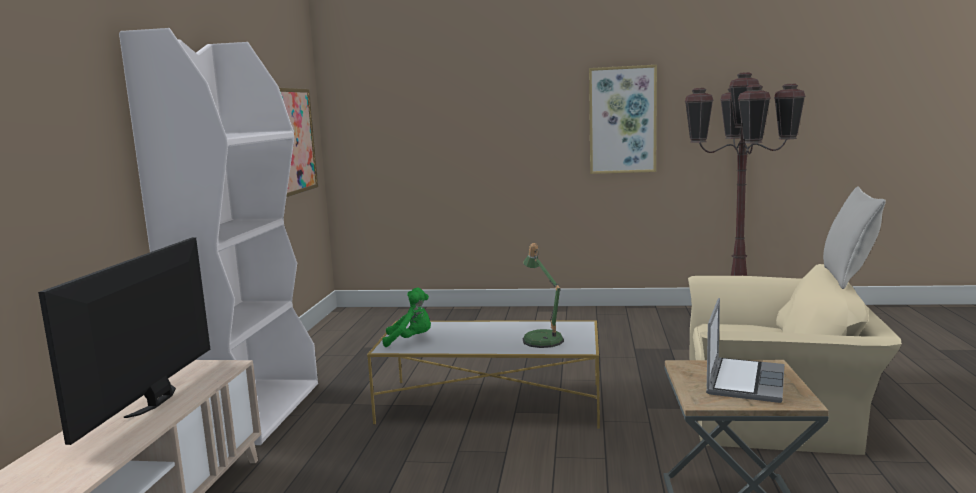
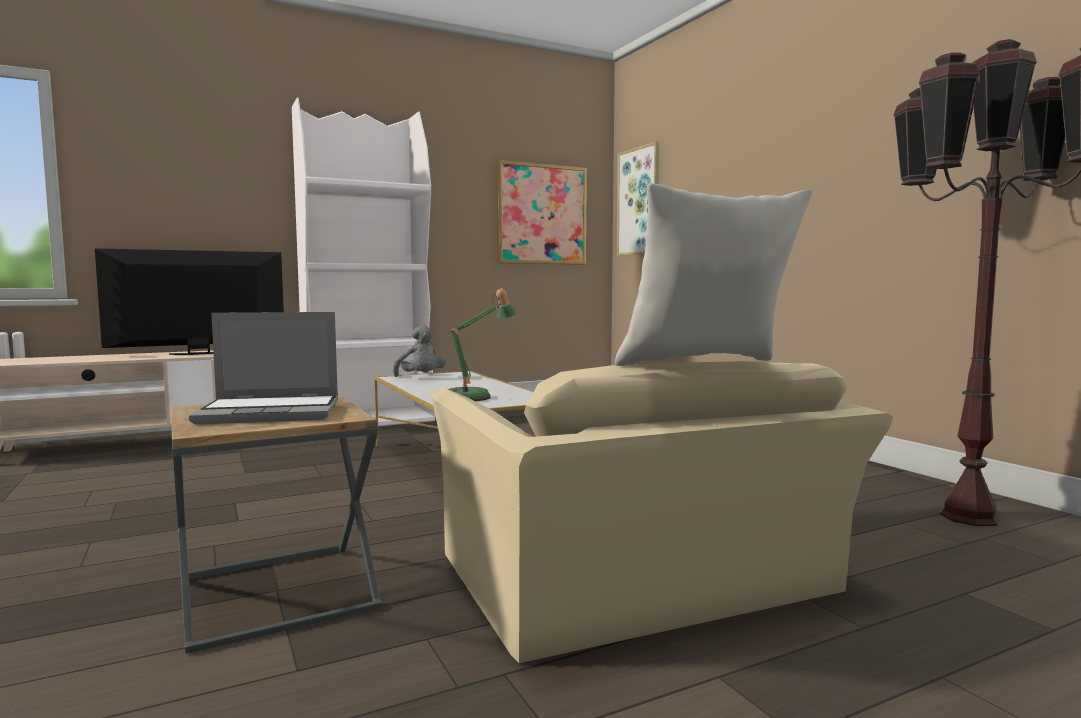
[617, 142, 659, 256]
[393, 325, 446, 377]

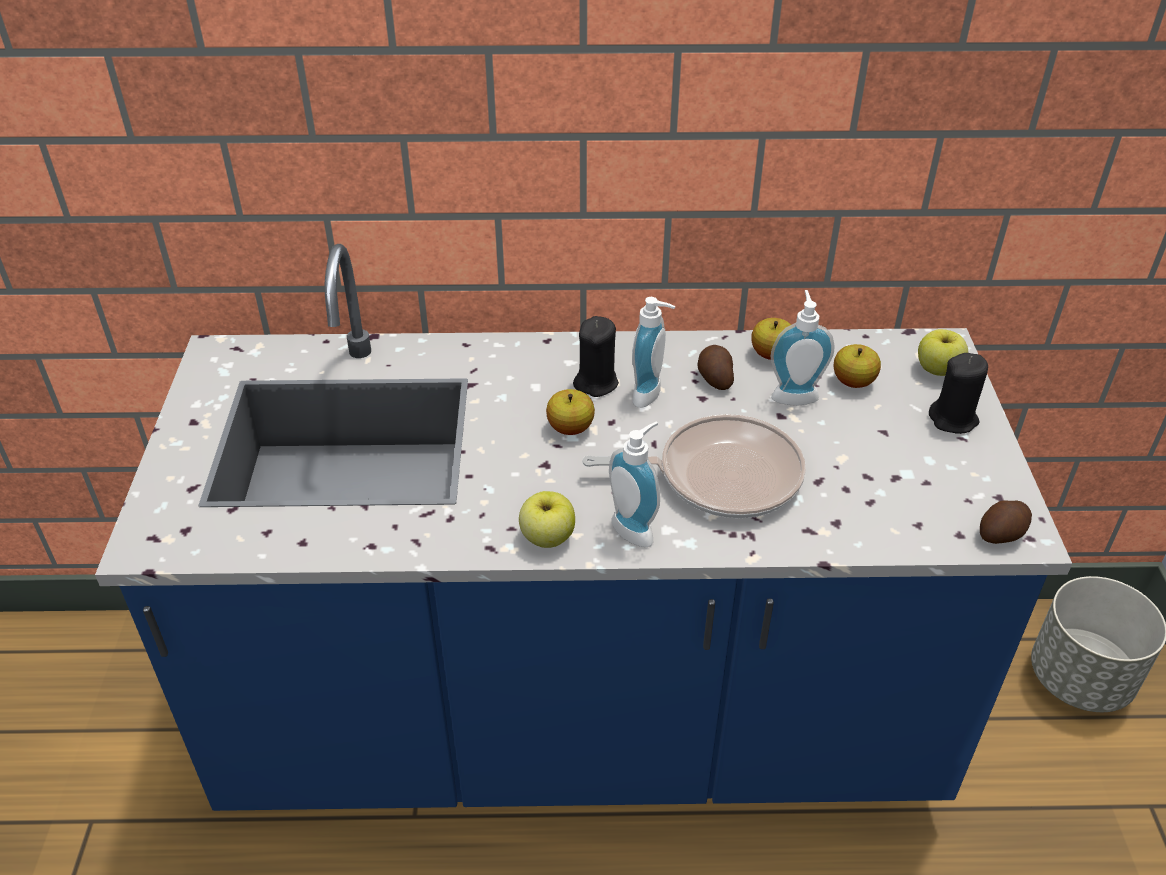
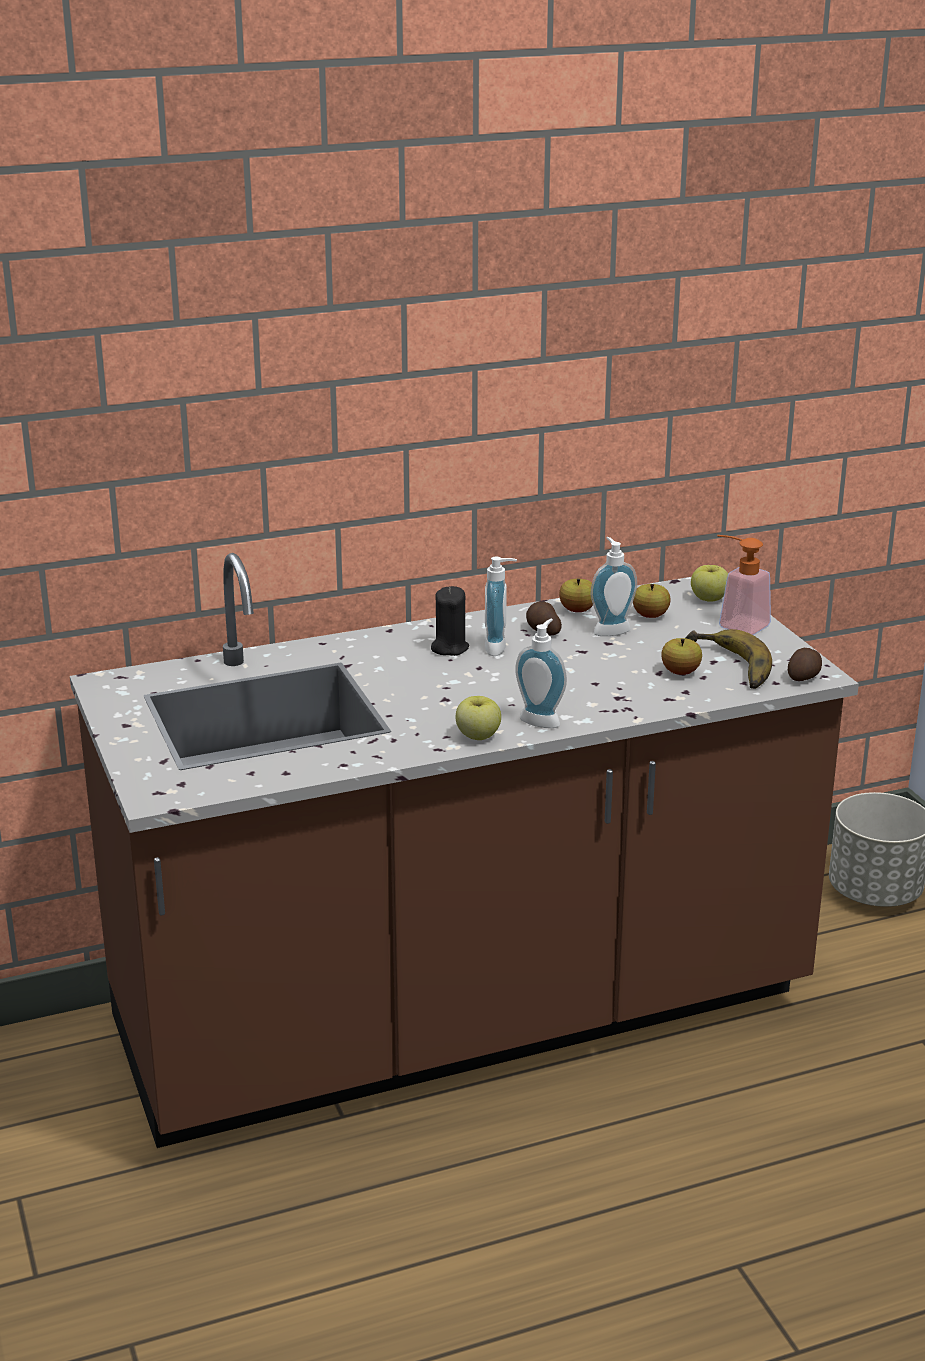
[582, 414, 806, 518] (first image)
[685, 629, 772, 689]
[662, 638, 702, 675]
[717, 535, 771, 635]
[70, 553, 859, 1148]

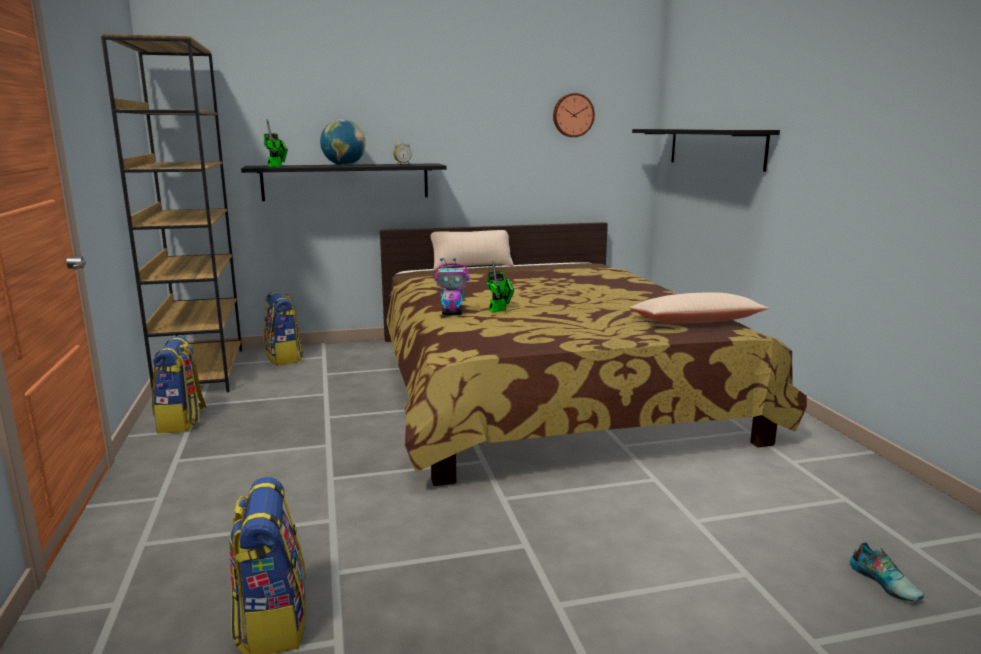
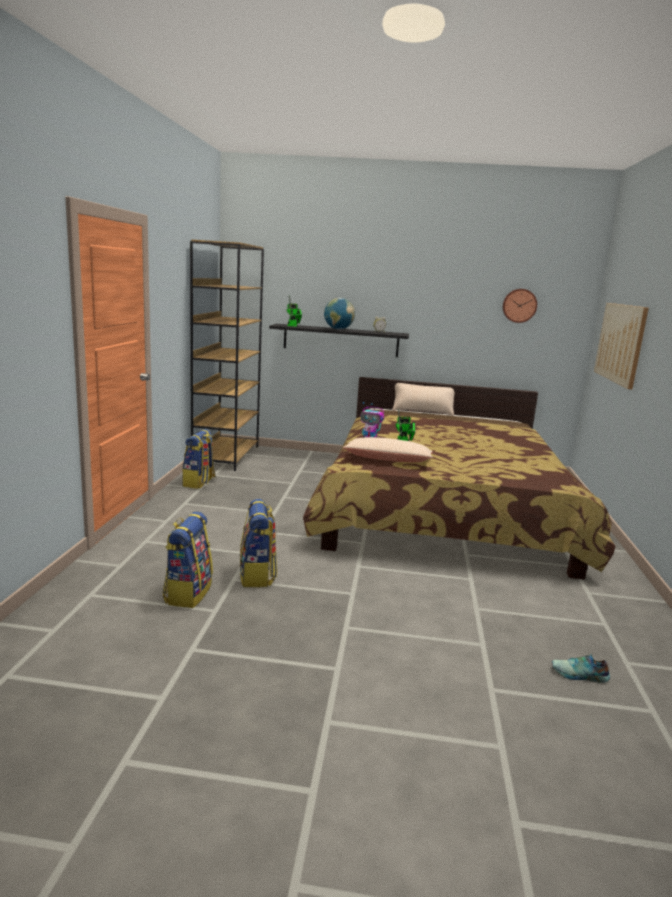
[240, 499, 277, 587]
[343, 437, 433, 462]
[594, 303, 649, 389]
[552, 654, 610, 683]

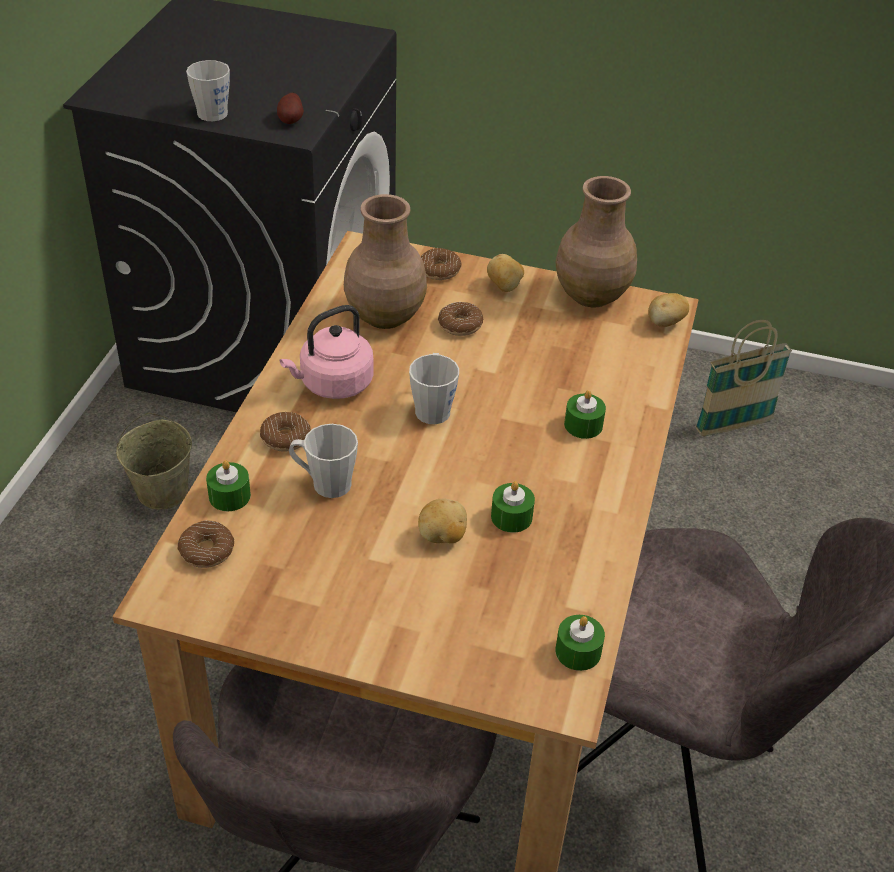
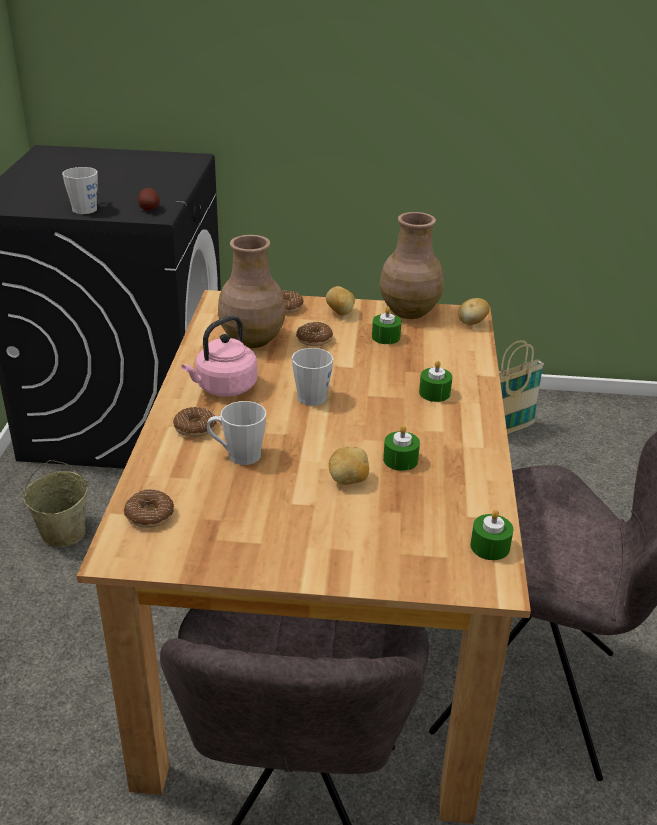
[372, 307, 401, 344]

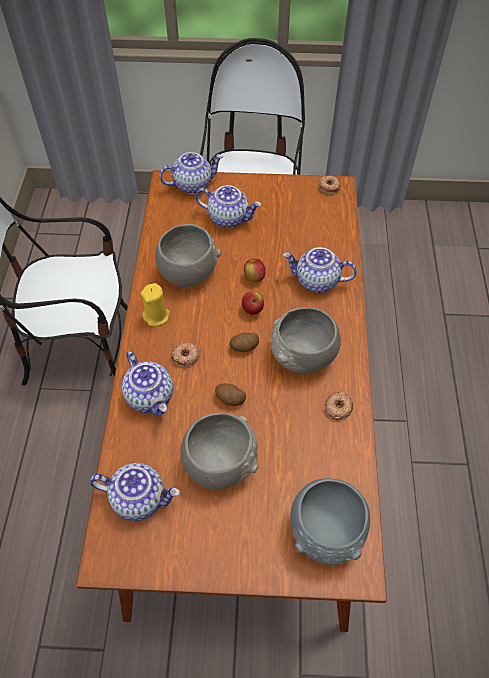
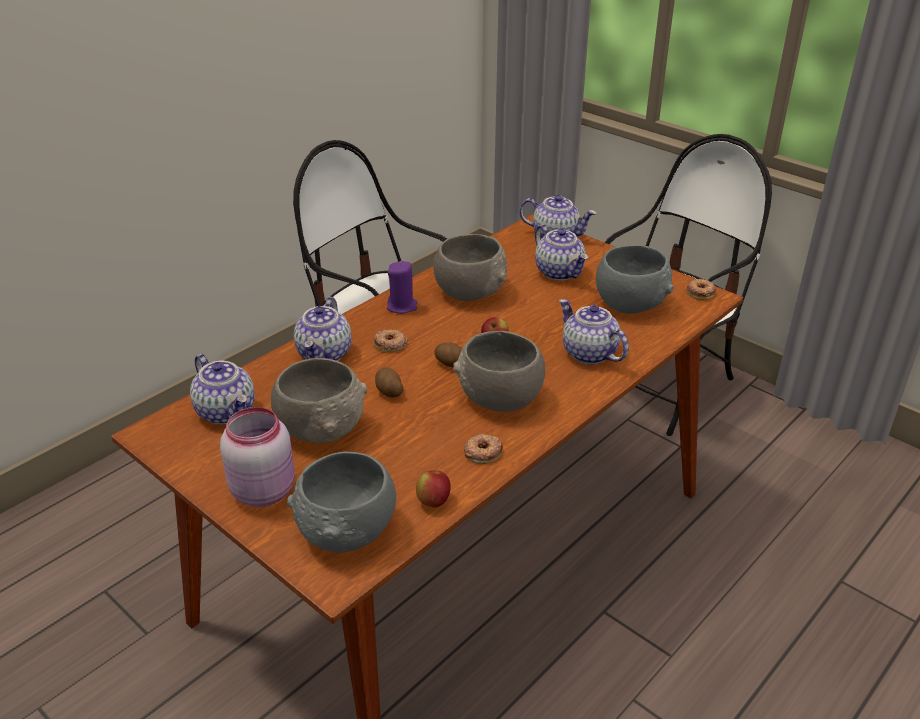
[220, 407, 295, 507]
[596, 245, 674, 314]
[416, 470, 451, 507]
[387, 261, 417, 314]

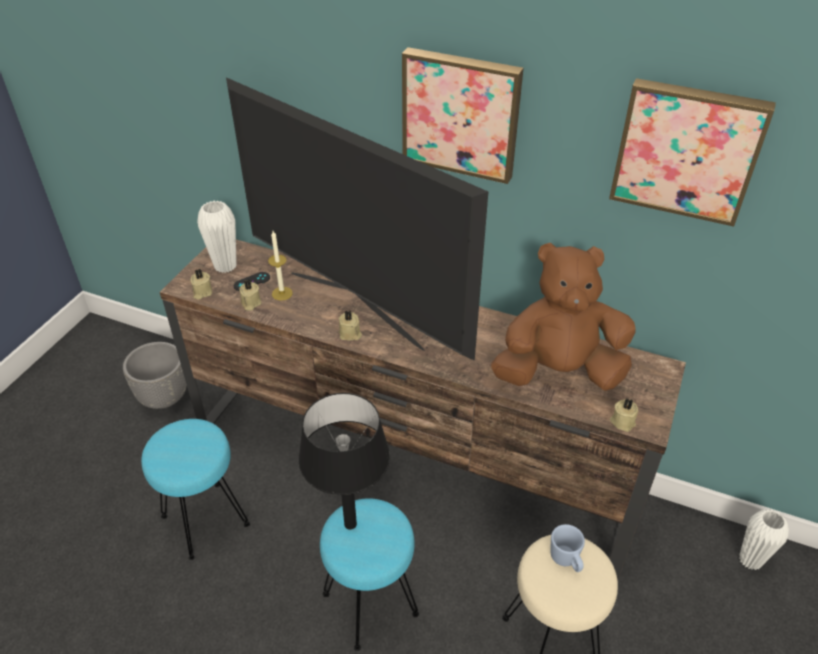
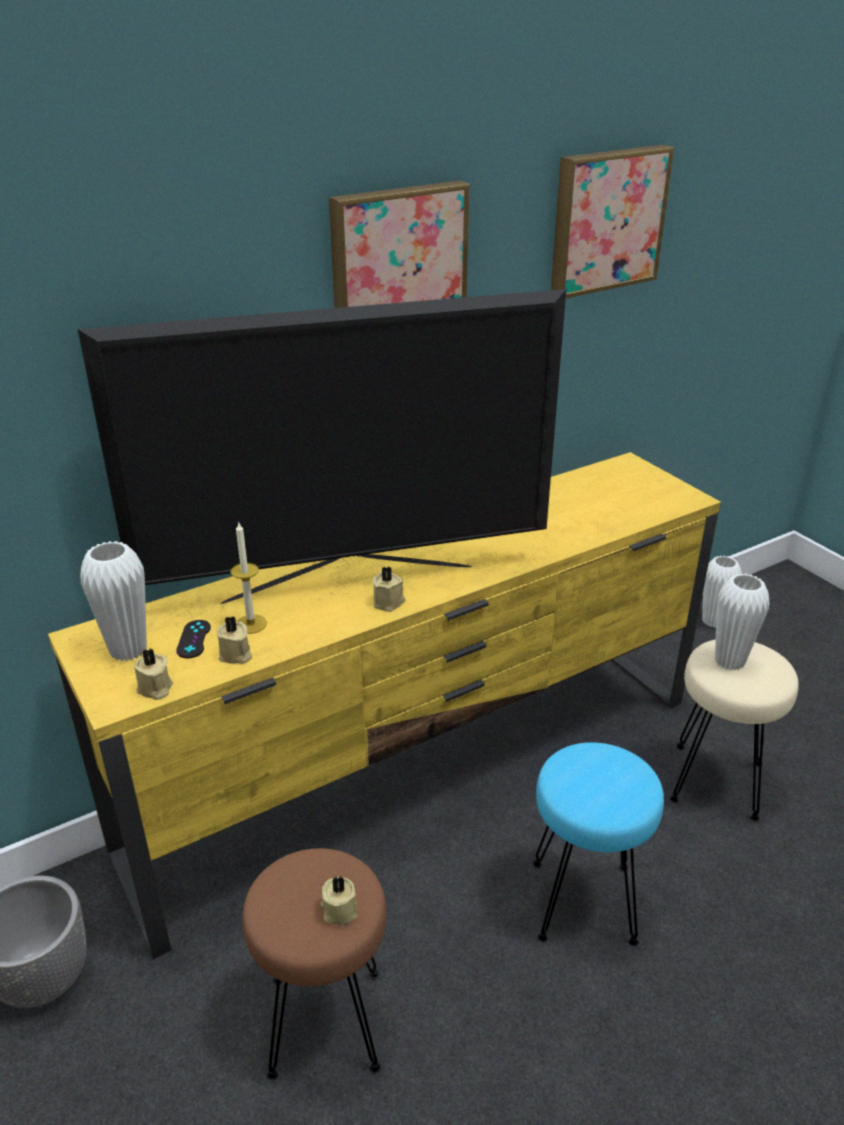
[298, 393, 390, 530] (first image)
[491, 243, 636, 391] (first image)
[321, 876, 358, 925]
[715, 574, 770, 670]
[242, 848, 387, 1080]
[48, 452, 721, 959]

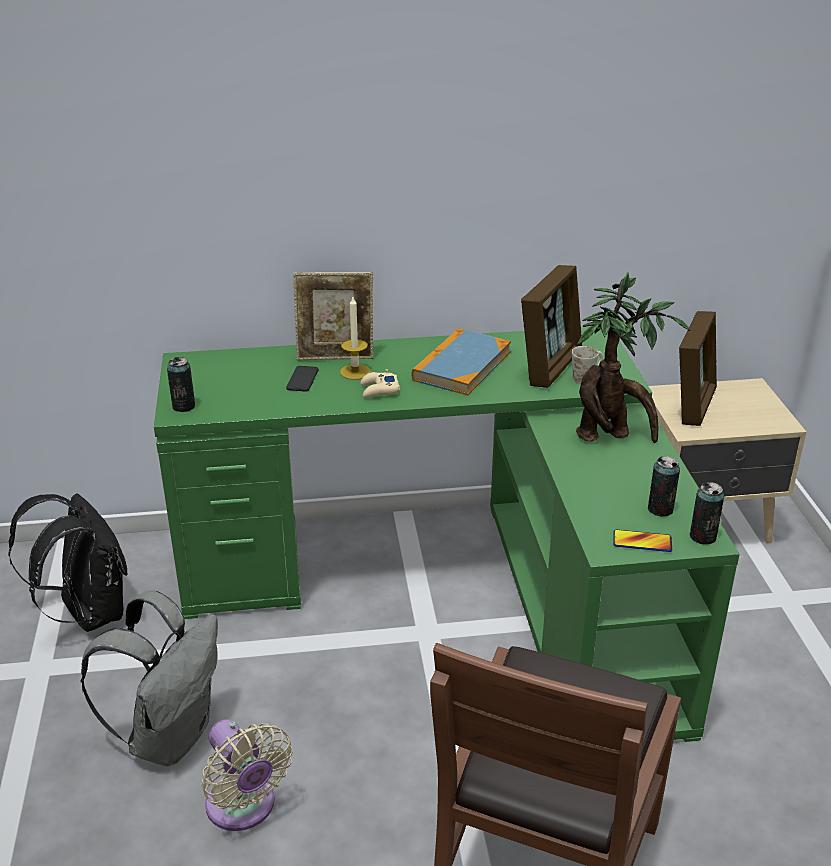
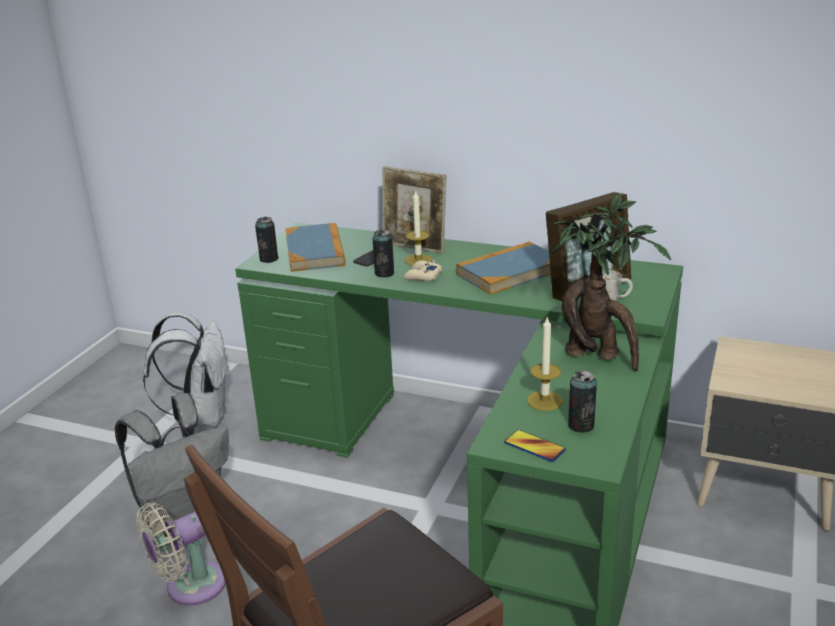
[679, 311, 717, 426] (first image)
[285, 223, 346, 272]
[527, 316, 563, 411]
[372, 229, 394, 278]
[143, 312, 230, 427]
[136, 503, 226, 606]

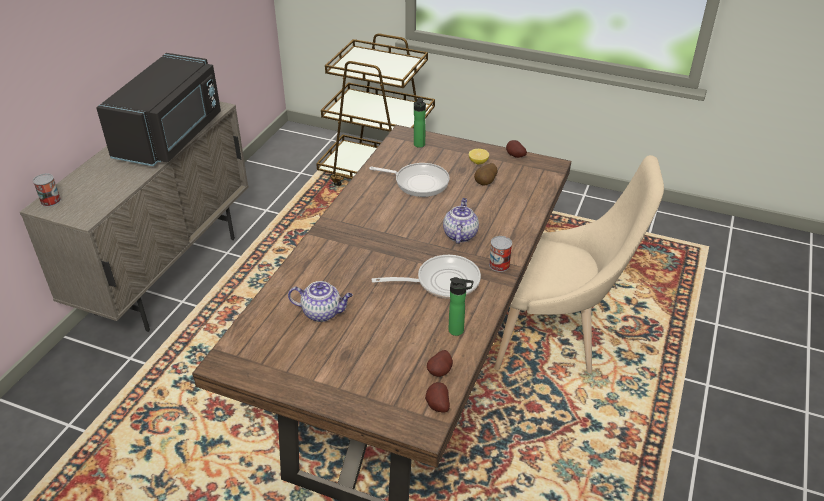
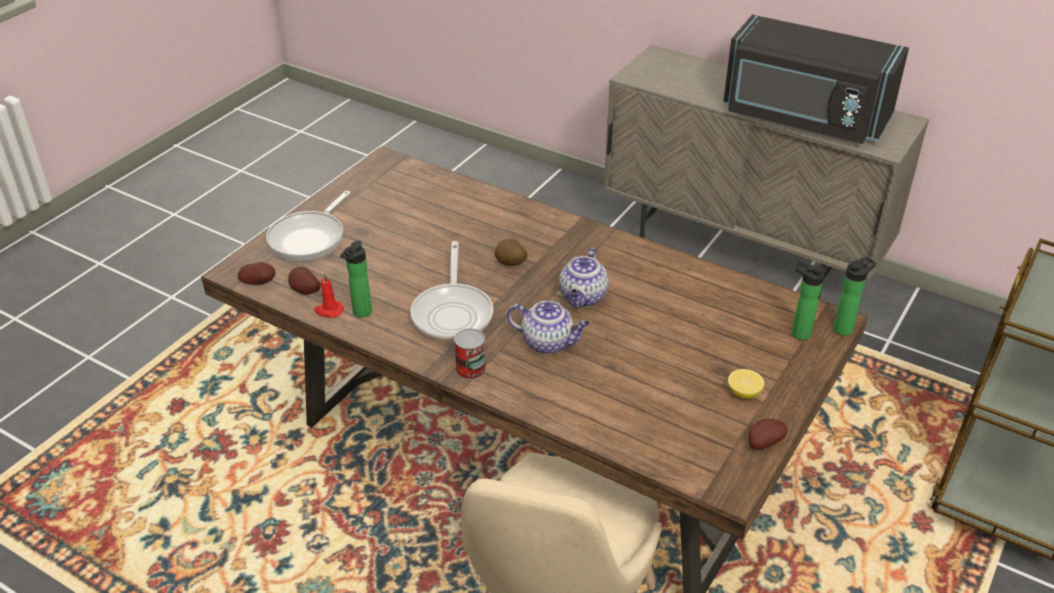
[33, 174, 61, 207] (first image)
[314, 272, 344, 318]
[833, 257, 876, 336]
[559, 248, 609, 308]
[266, 191, 350, 261]
[495, 239, 528, 266]

